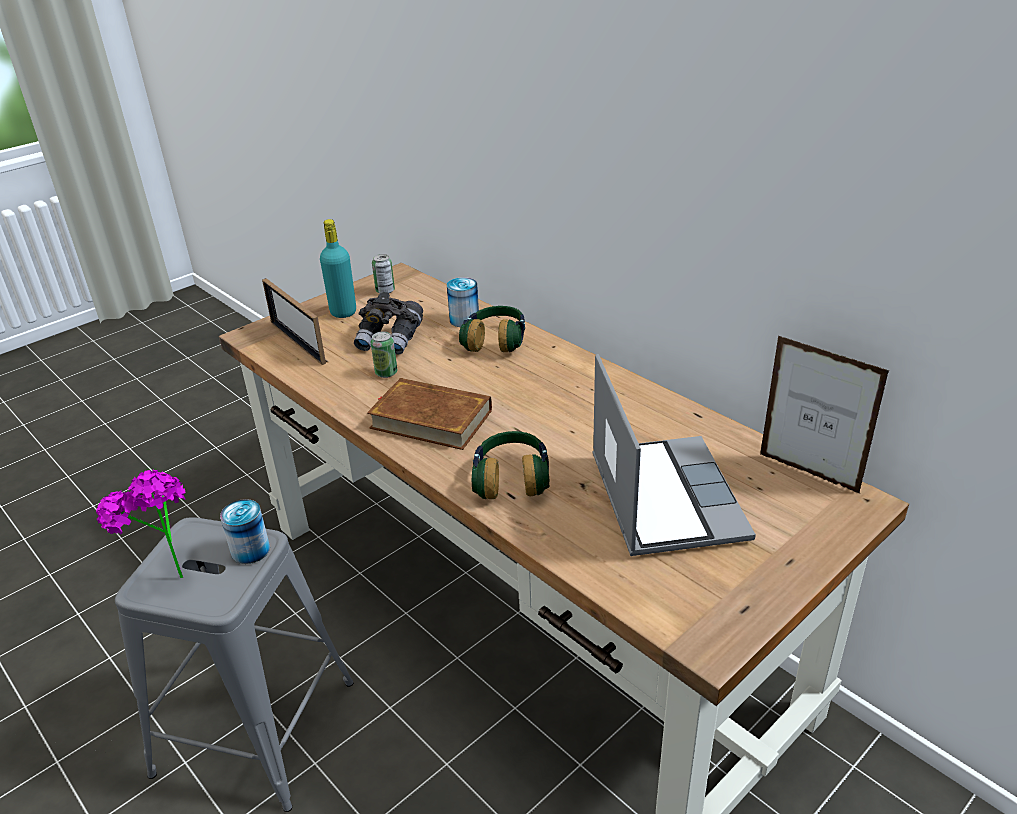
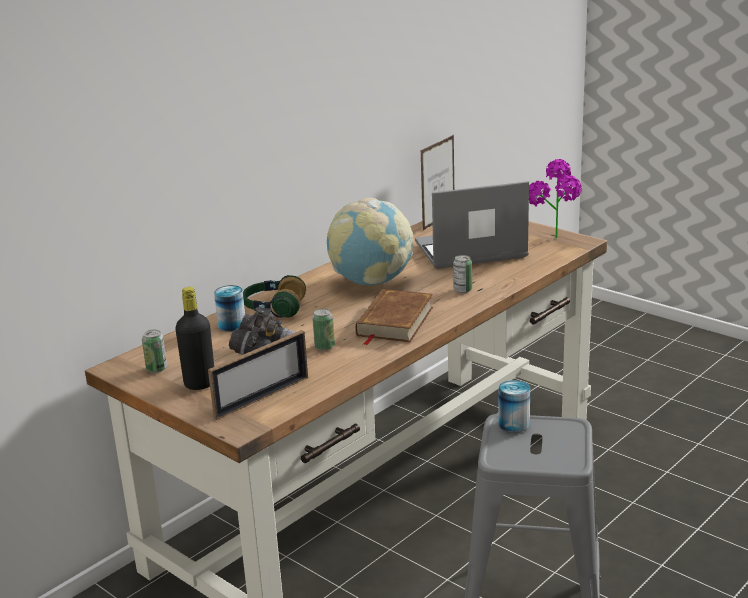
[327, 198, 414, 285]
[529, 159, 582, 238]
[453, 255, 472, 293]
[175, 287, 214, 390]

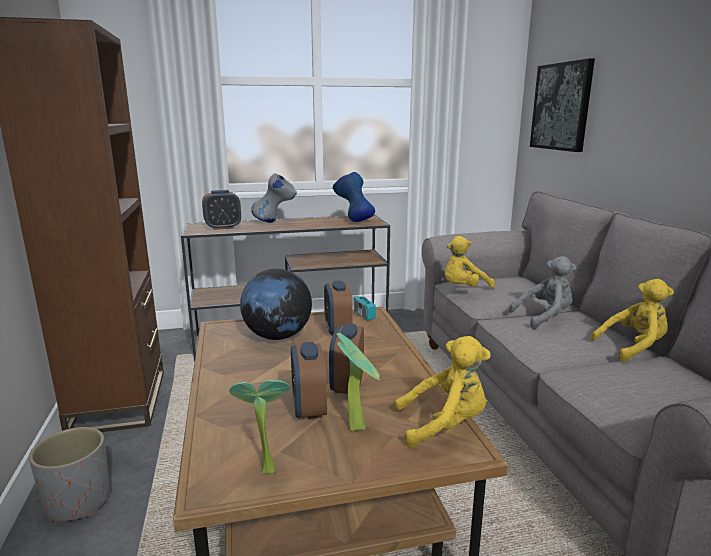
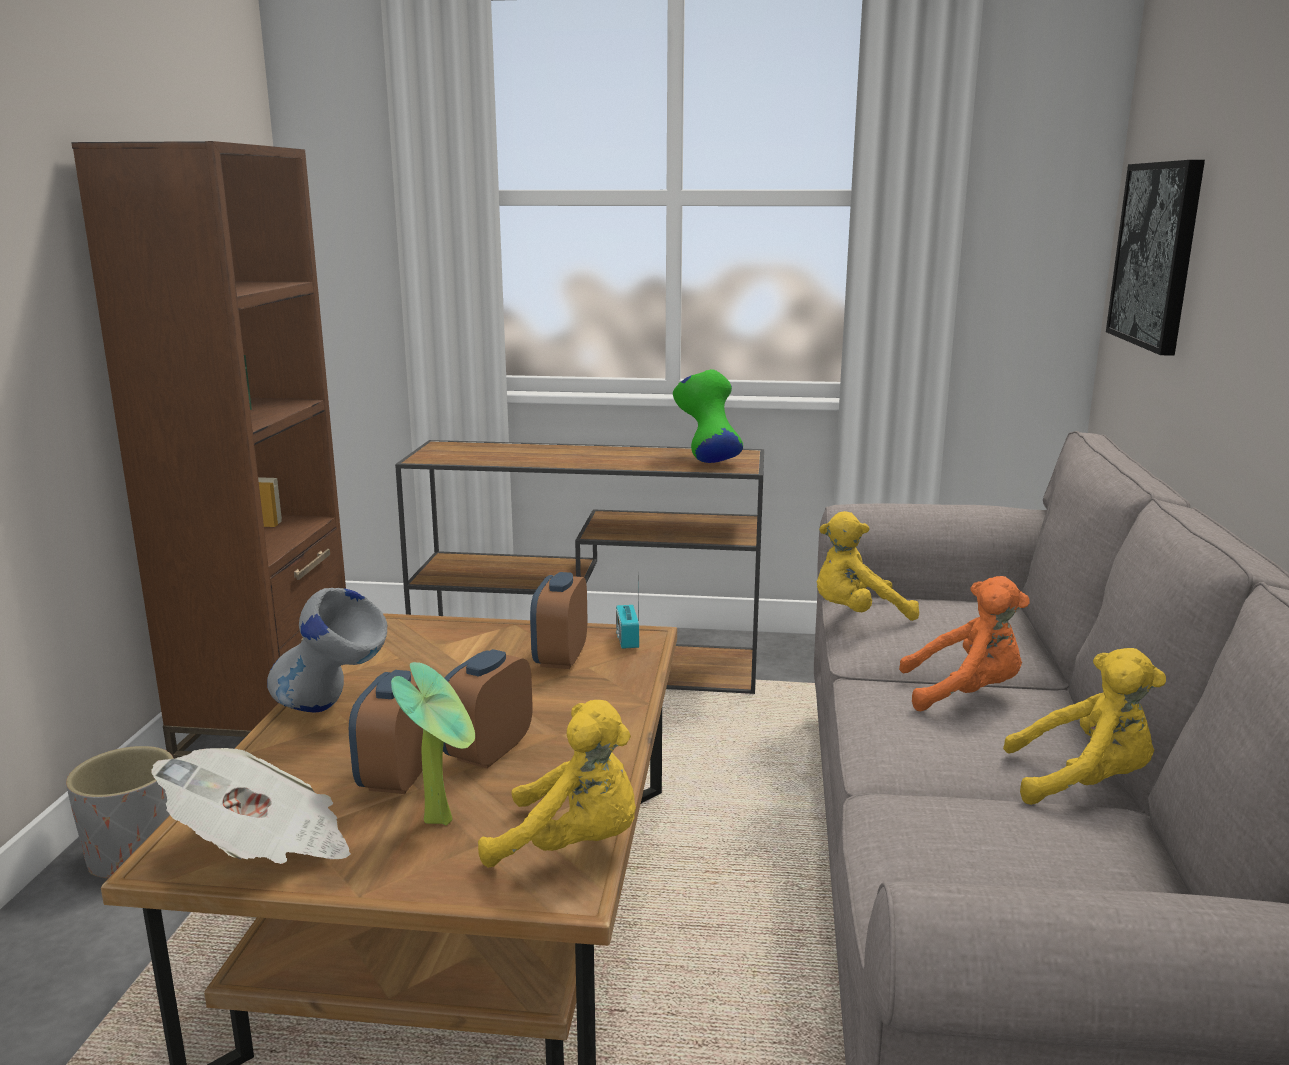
[202, 190, 241, 230] (first image)
[240, 269, 312, 340] (first image)
[267, 588, 387, 713]
[151, 748, 351, 864]
[673, 369, 743, 463]
[899, 576, 1029, 711]

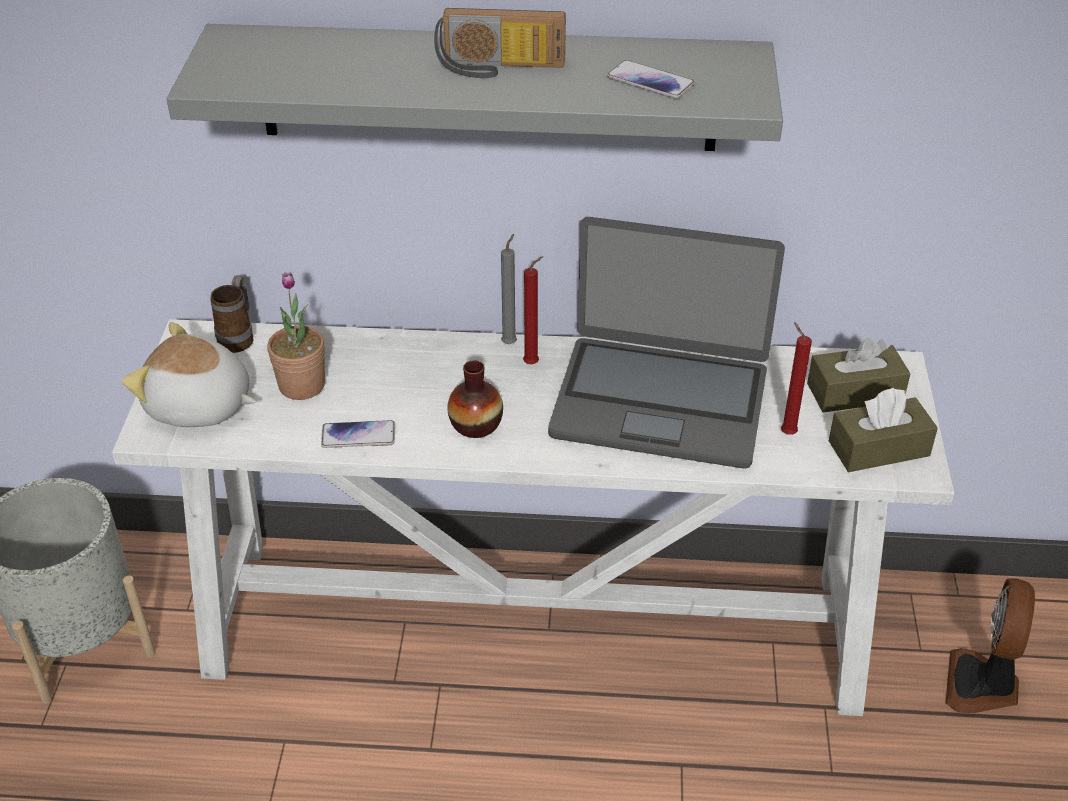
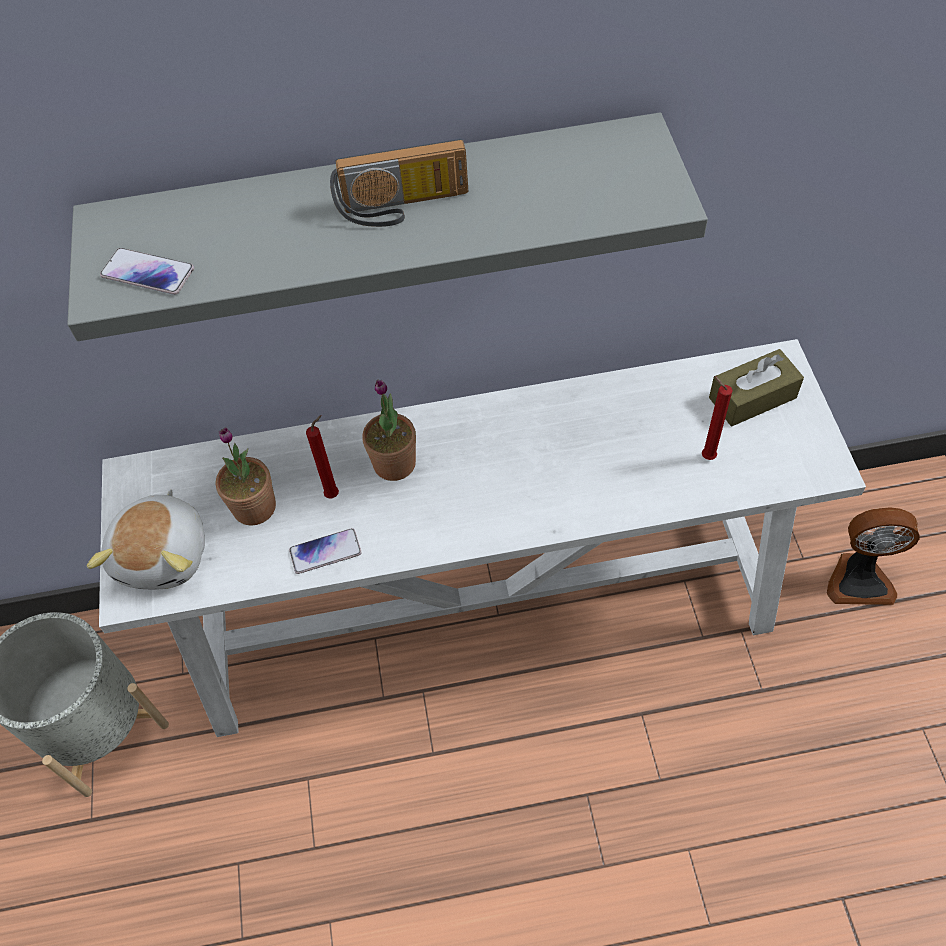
[210, 275, 254, 353] (first image)
[447, 360, 503, 438] (first image)
[501, 234, 517, 344] (first image)
[548, 217, 785, 469] (first image)
[829, 388, 938, 472] (first image)
[362, 380, 416, 481]
[306, 415, 339, 499]
[100, 248, 194, 295]
[87, 490, 205, 590]
[827, 507, 920, 605]

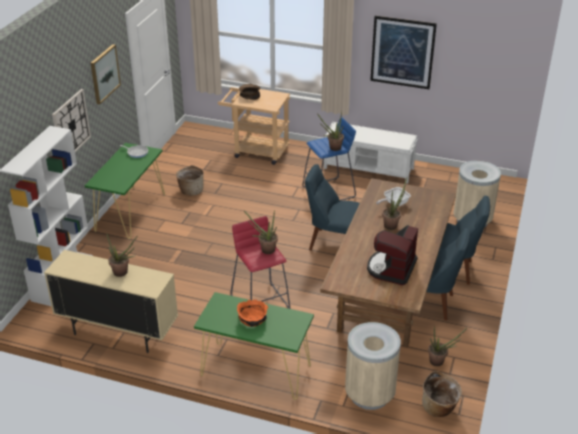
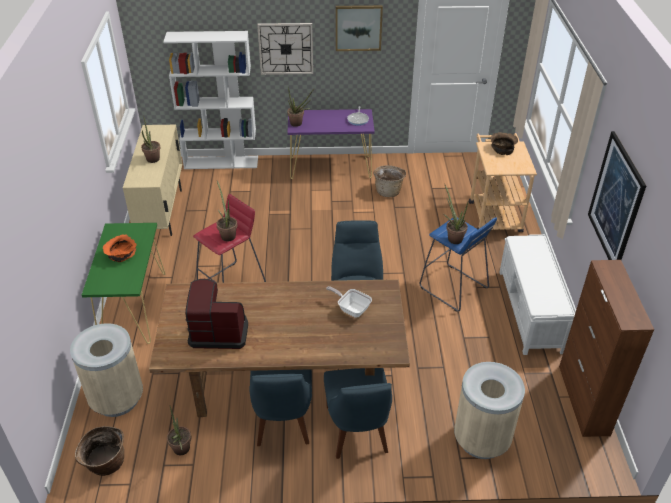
[559, 260, 654, 437]
[287, 86, 314, 127]
[287, 109, 375, 179]

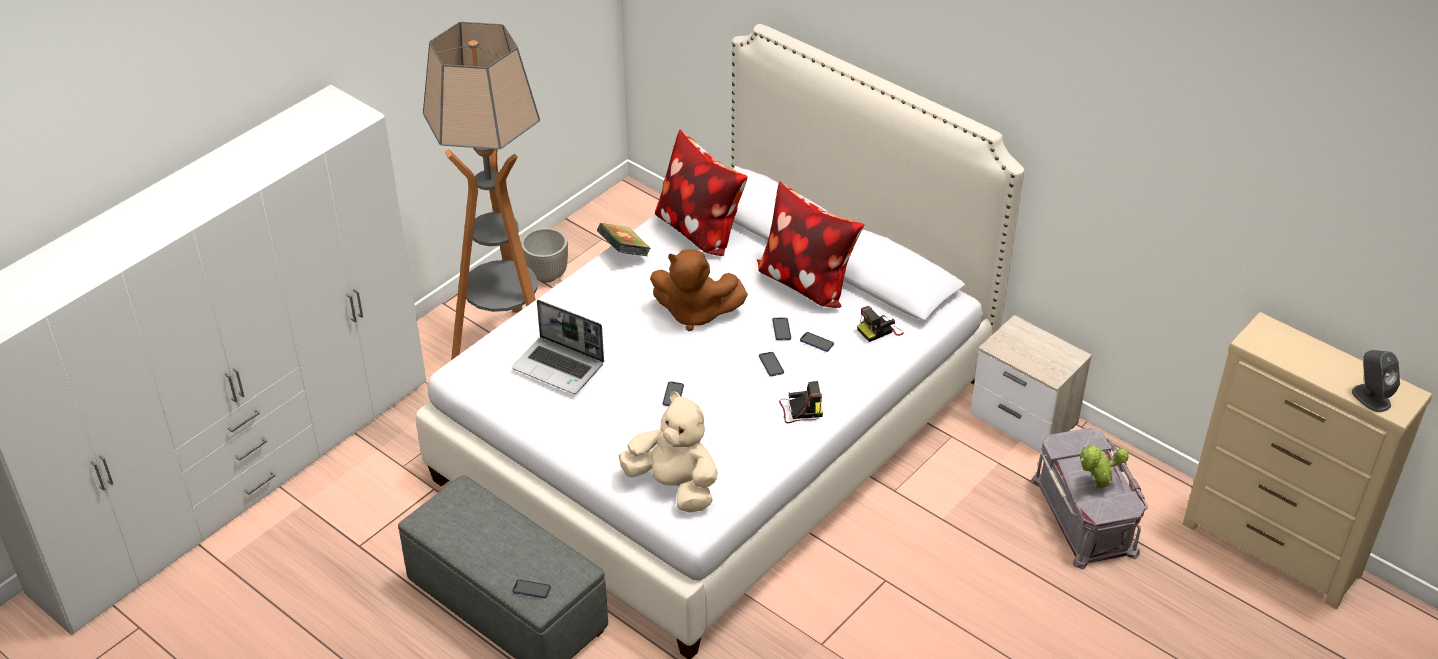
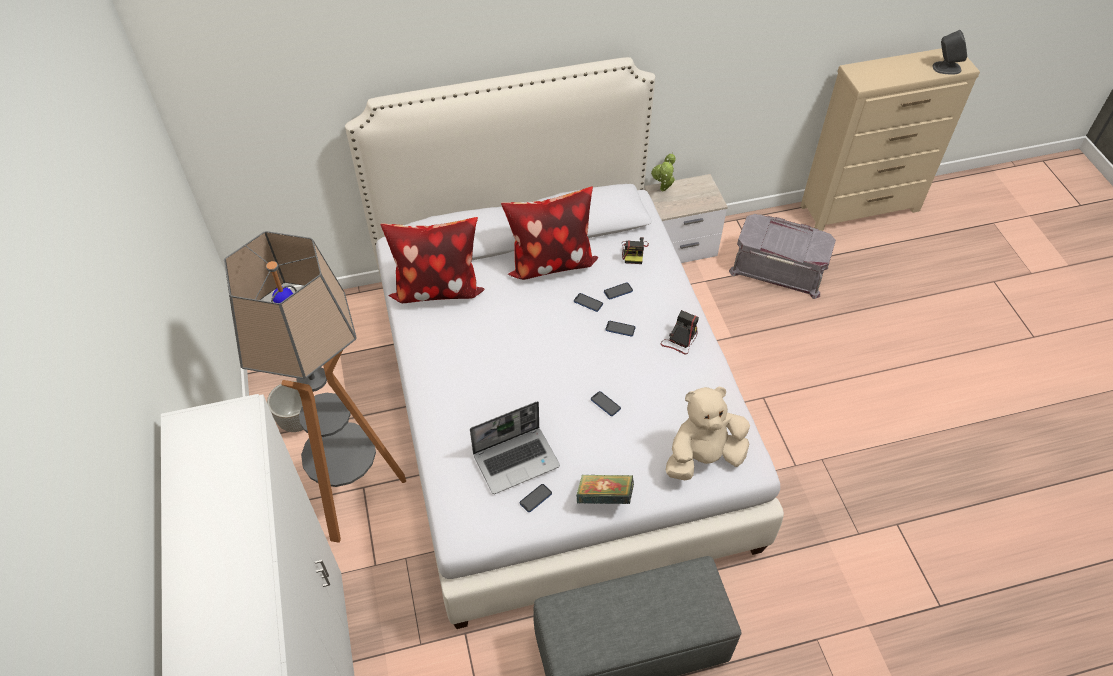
[650, 249, 748, 331] (first image)
[520, 484, 552, 512]
[576, 475, 634, 504]
[651, 153, 676, 191]

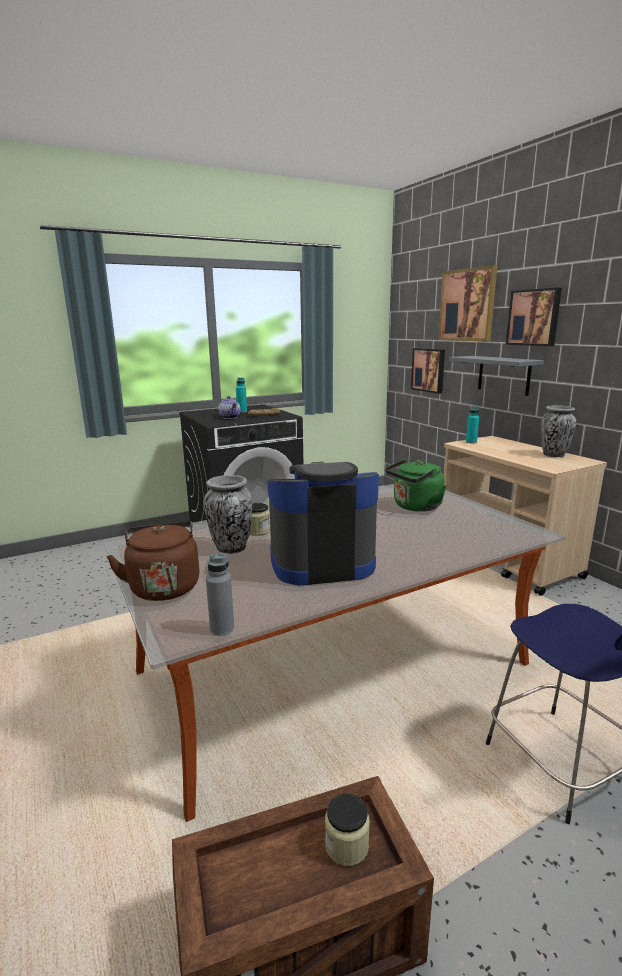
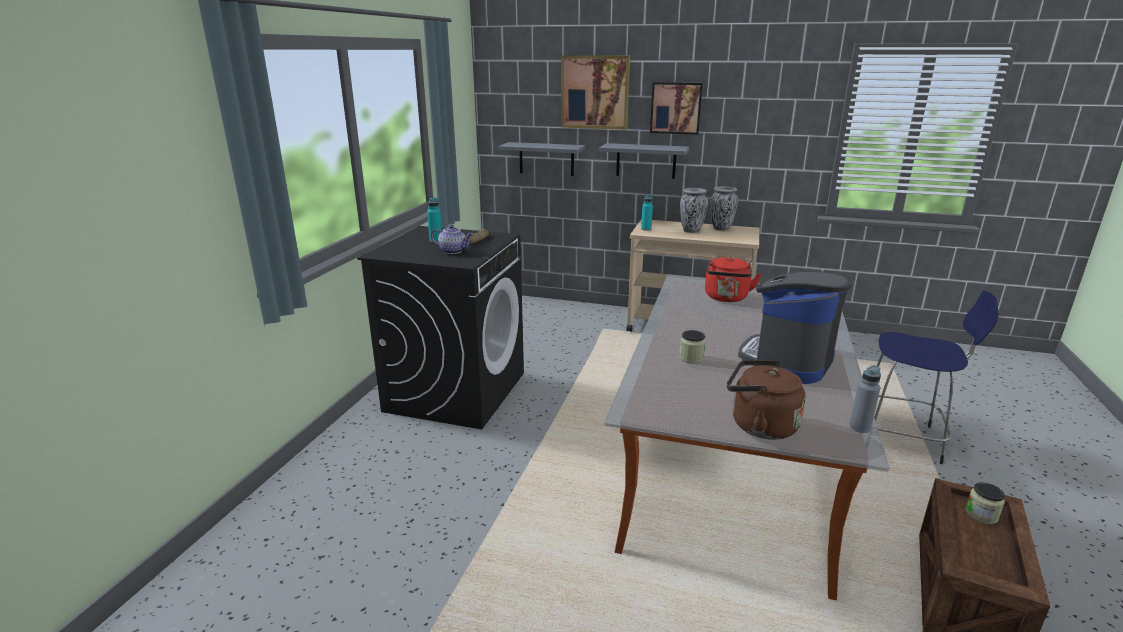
[680, 188, 708, 233]
[498, 142, 585, 176]
[705, 256, 762, 302]

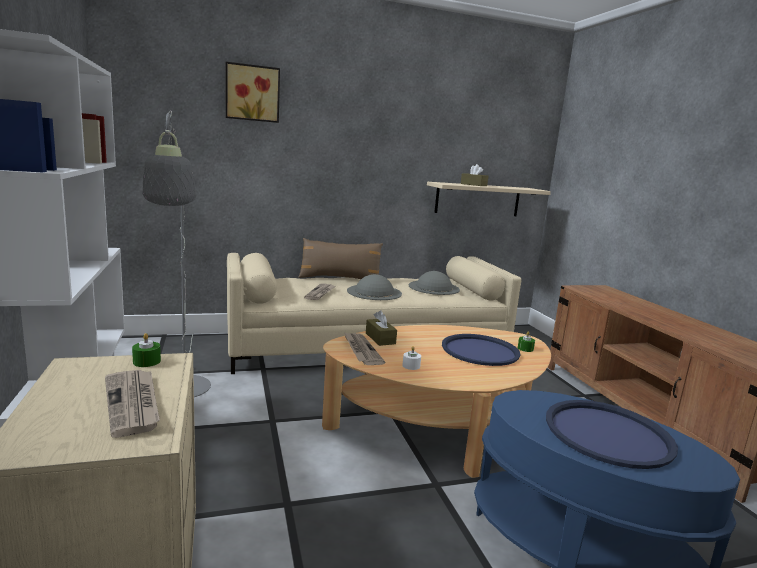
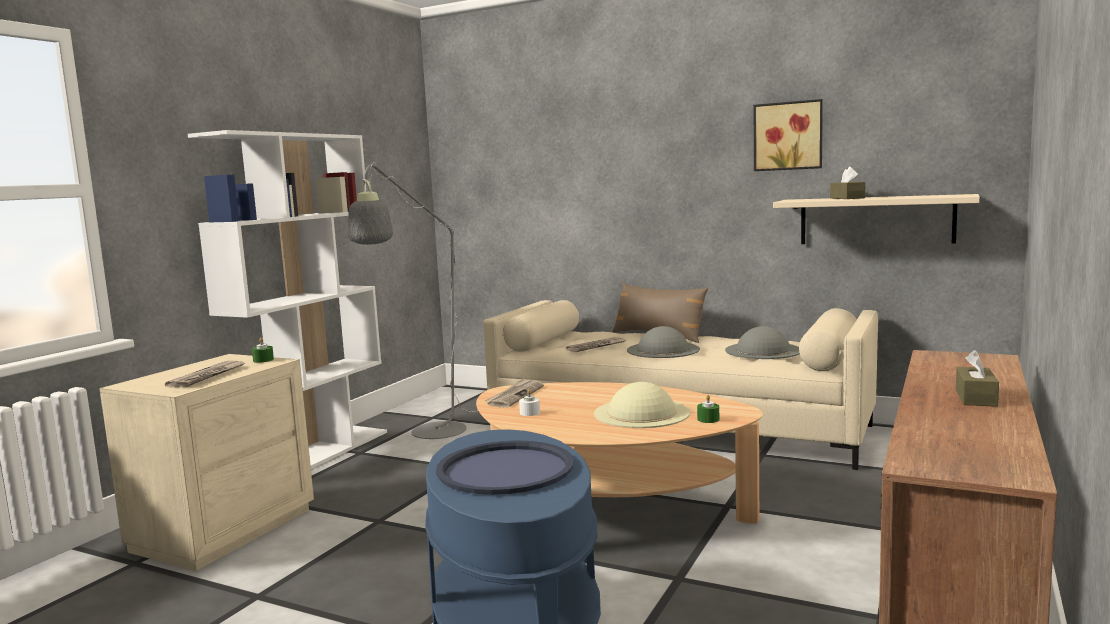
[754, 99, 823, 171]
[956, 350, 999, 407]
[594, 382, 690, 428]

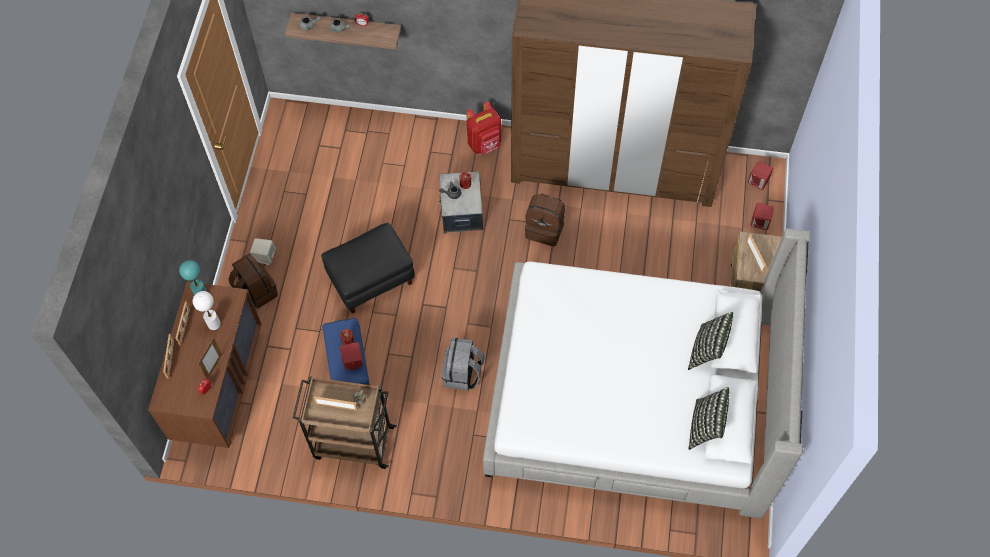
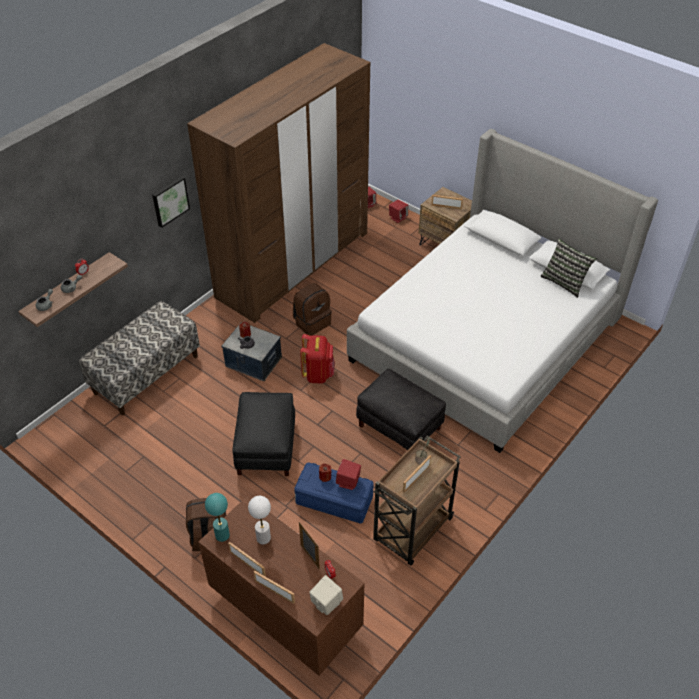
[688, 312, 733, 370] (first image)
[79, 301, 200, 415]
[152, 176, 190, 228]
[309, 575, 343, 615]
[300, 334, 335, 383]
[356, 368, 446, 450]

